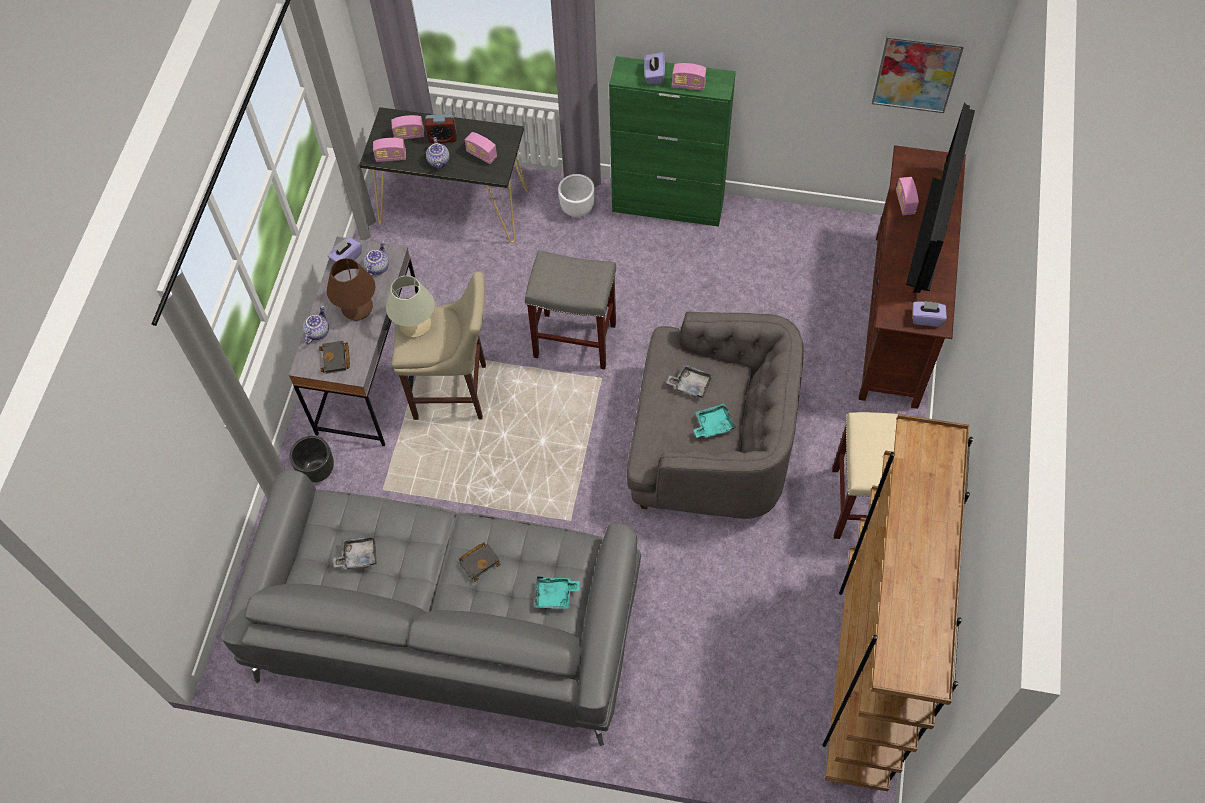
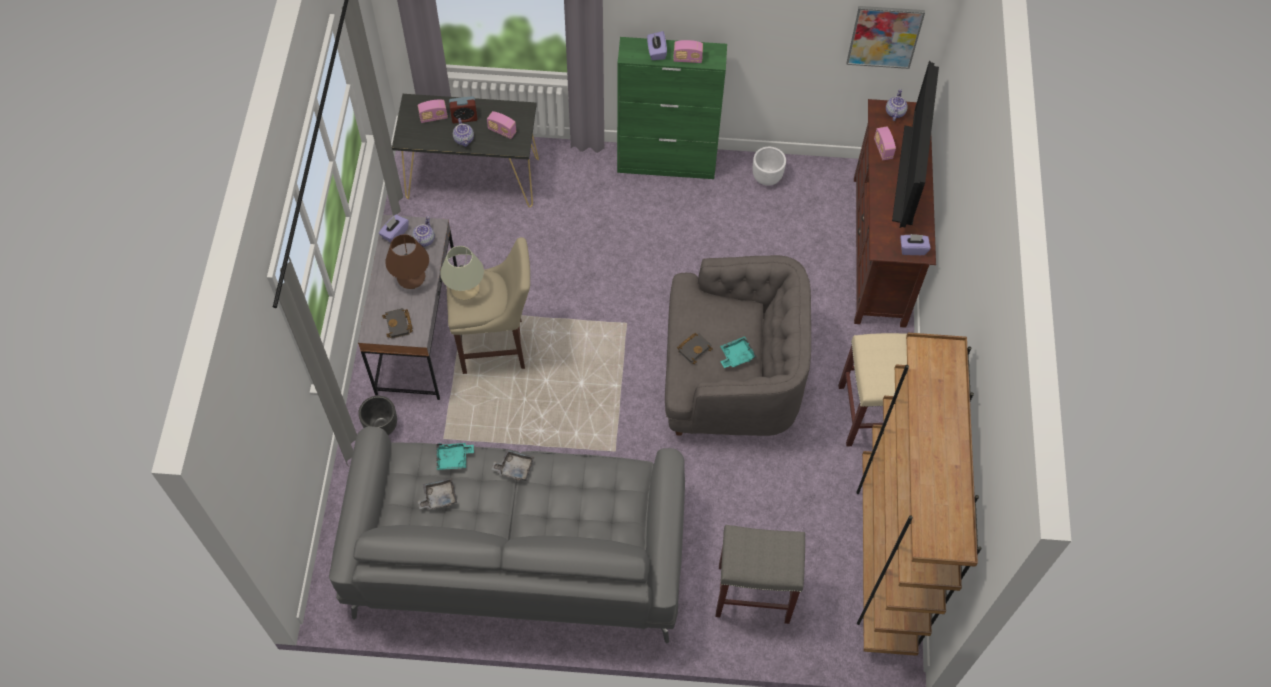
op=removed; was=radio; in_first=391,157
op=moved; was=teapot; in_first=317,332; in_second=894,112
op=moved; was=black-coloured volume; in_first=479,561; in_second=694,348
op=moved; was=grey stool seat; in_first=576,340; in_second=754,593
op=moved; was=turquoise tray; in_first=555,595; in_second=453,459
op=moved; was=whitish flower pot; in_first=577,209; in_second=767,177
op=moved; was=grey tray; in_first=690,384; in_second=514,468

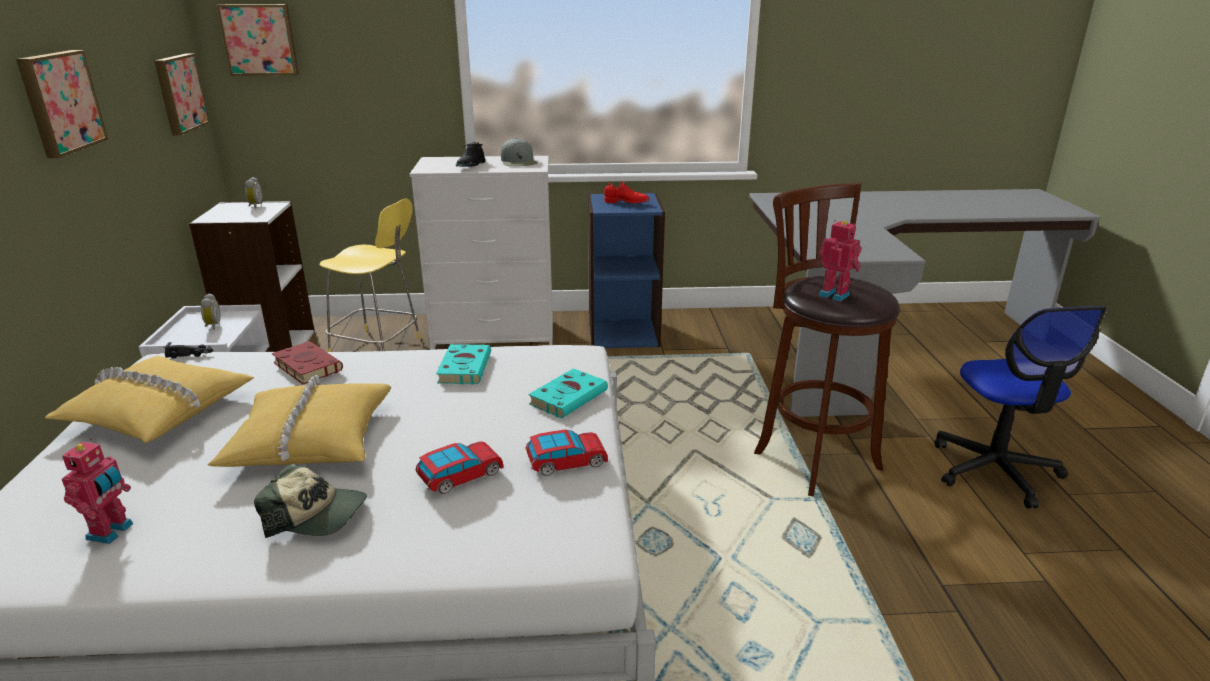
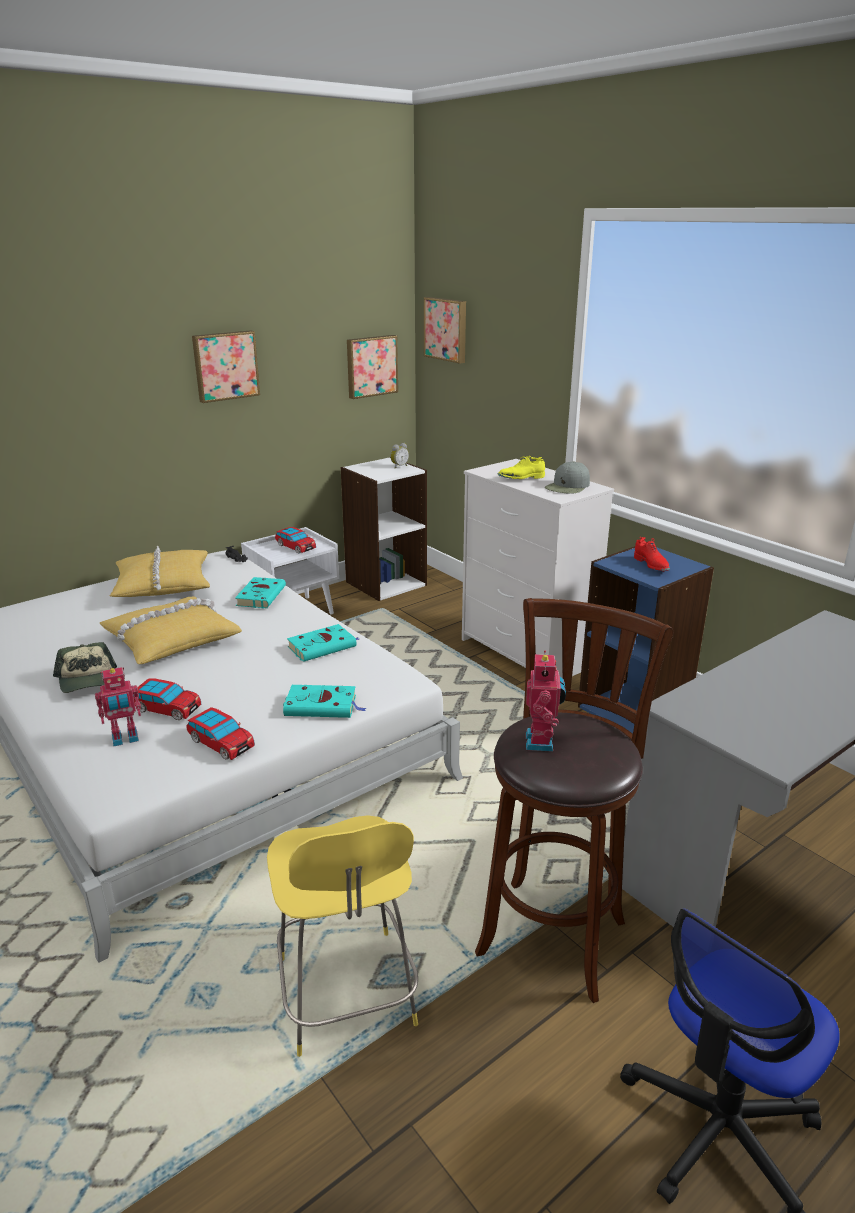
op=moved; was=model robot; in_first=112,532; in_second=125,739
op=moved; was=yellowish stool seat; in_first=378,348; in_second=347,996
op=replaced; was=bedside clock; now=model car; in_first=212,326; in_second=295,547
op=recoloured; was=red-coloured volume; now=turquoise volume; in_first=306,366; in_second=261,595
op=recoloured; was=black-coloured shoe; now=yellowish shoe; in_first=471,166; in_second=521,478

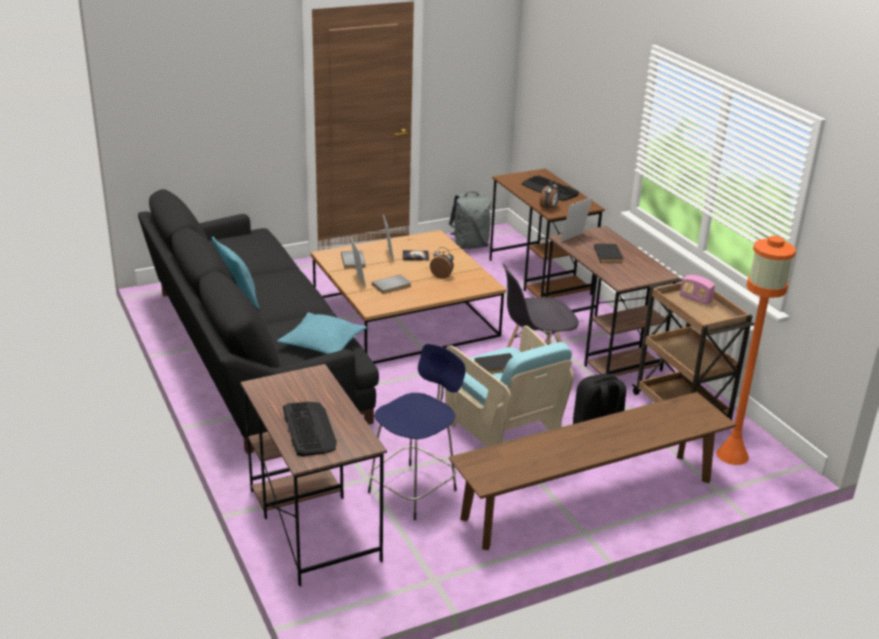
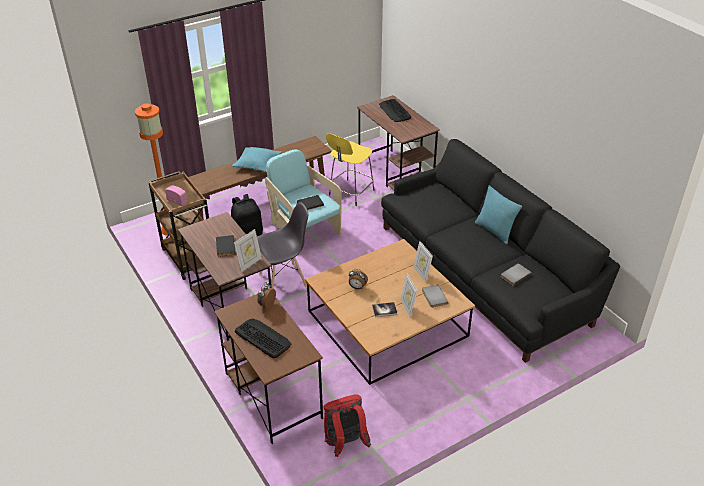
op=moved; was=turquoise pillow; in_first=322,343; in_second=257,164
op=moved; was=grey volume; in_first=392,286; in_second=514,275
op=recoloured; was=blue-coloured stool seat; now=yellowish stool seat; in_first=414,490; in_second=350,193
op=recoloured; was=grey knapsack; now=red-coloured knapsack; in_first=470,245; in_second=345,443

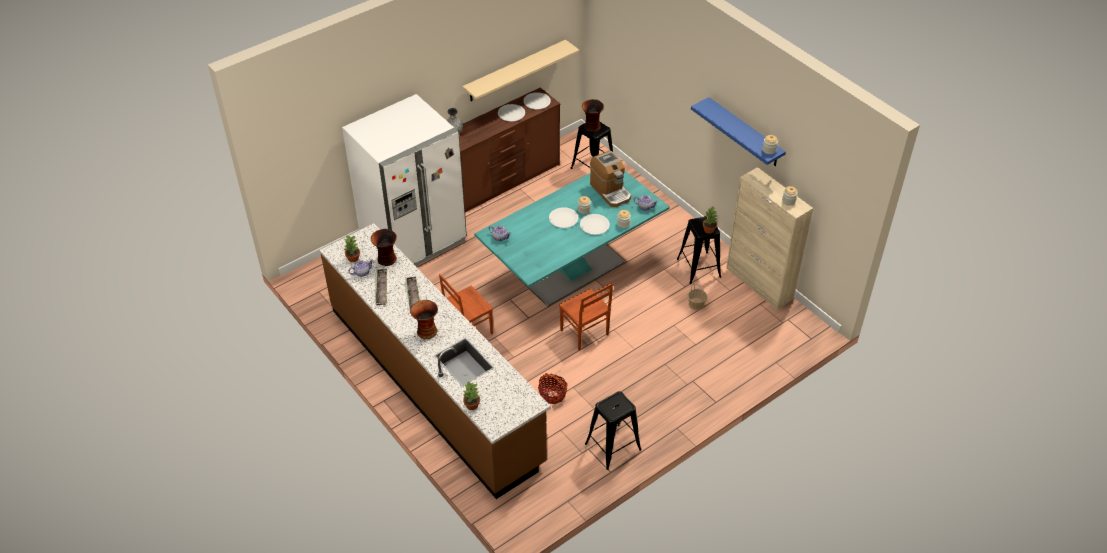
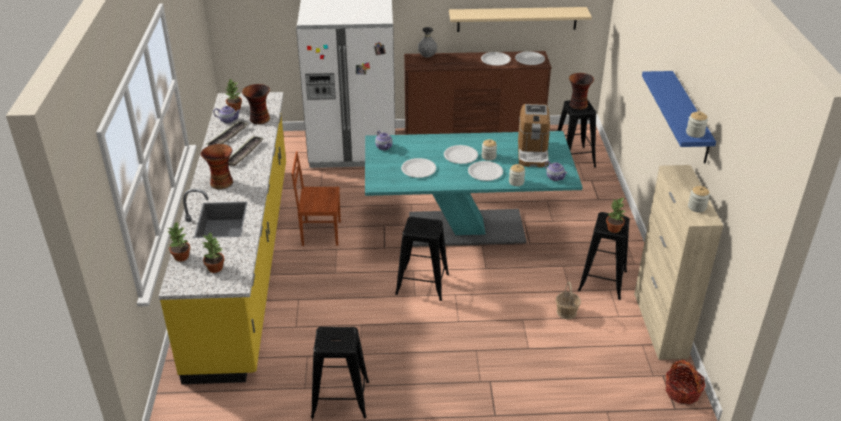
op=added; now=houseplant; in_second=215,268
op=added; now=whitish dinner plate; in_second=418,169
op=moved; was=storage basket; in_first=552,394; in_second=682,392
op=replaced; was=brownish chair; now=black-coloured stool seat; in_first=584,333; in_second=422,284
op=recoloured; was=brownish kitchen counter; now=yellowish kitchen counter; in_first=435,383; in_second=244,261

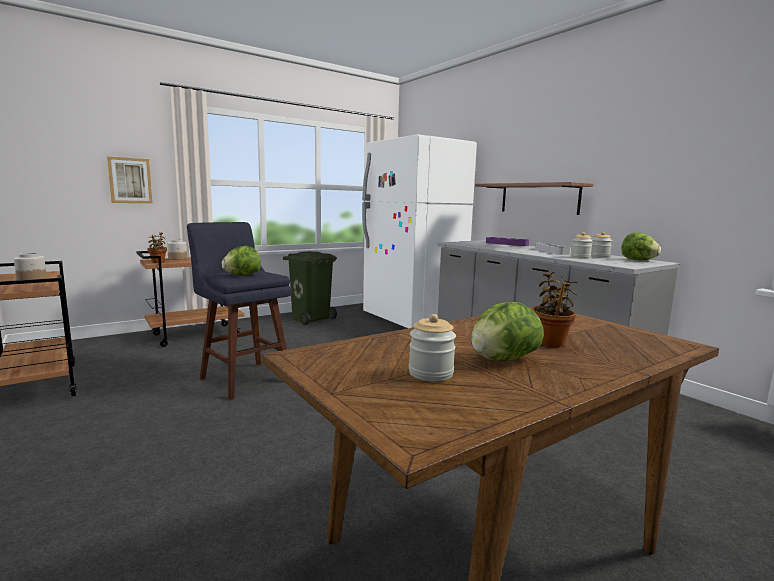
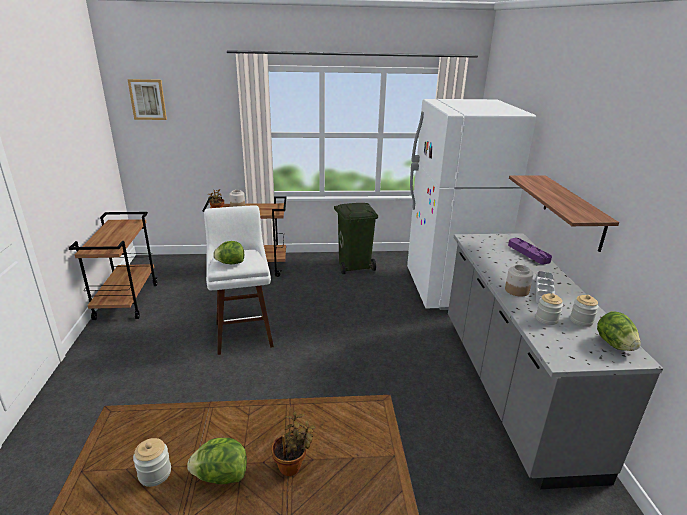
op=moved; was=jar; in_first=31,279; in_second=516,290
op=moved; was=picture; in_first=130,180; in_second=148,99
op=recoloured; was=blue-coloured stool seat; now=whitish stool seat; in_first=243,378; in_second=243,332

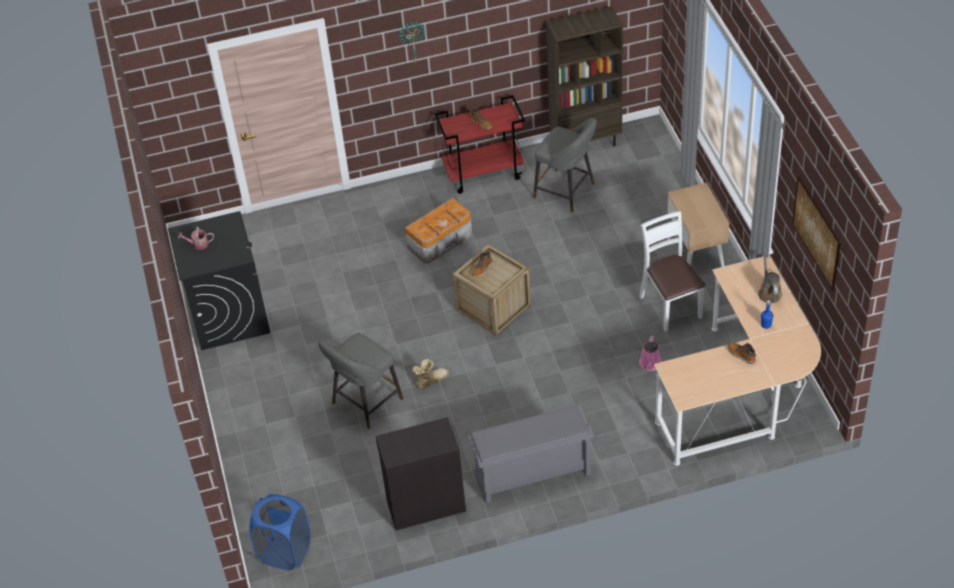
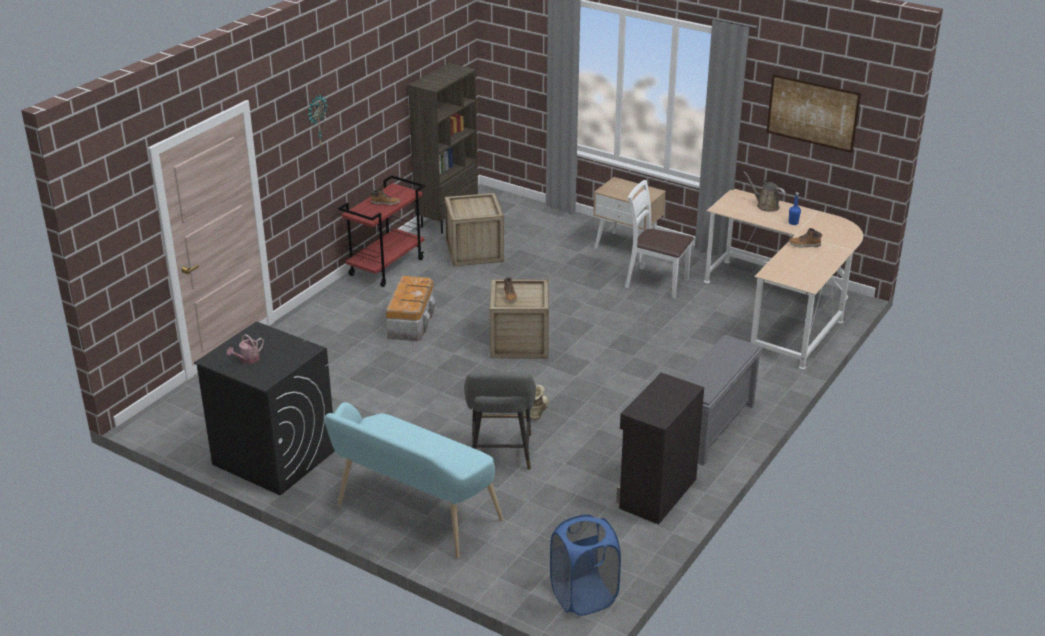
op=removed; was=pinkish watering pot; in_first=650,364
op=added; now=turquoise indoor bench; in_second=412,516
op=replaced; was=grey stool seat; now=packing crate; in_first=567,192; in_second=474,251

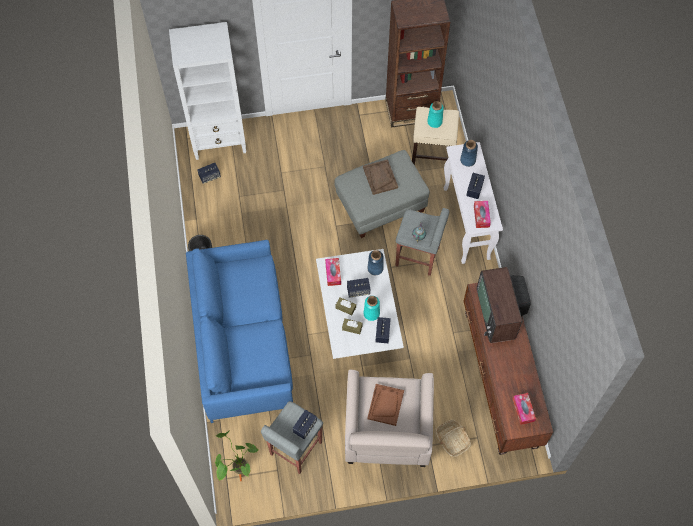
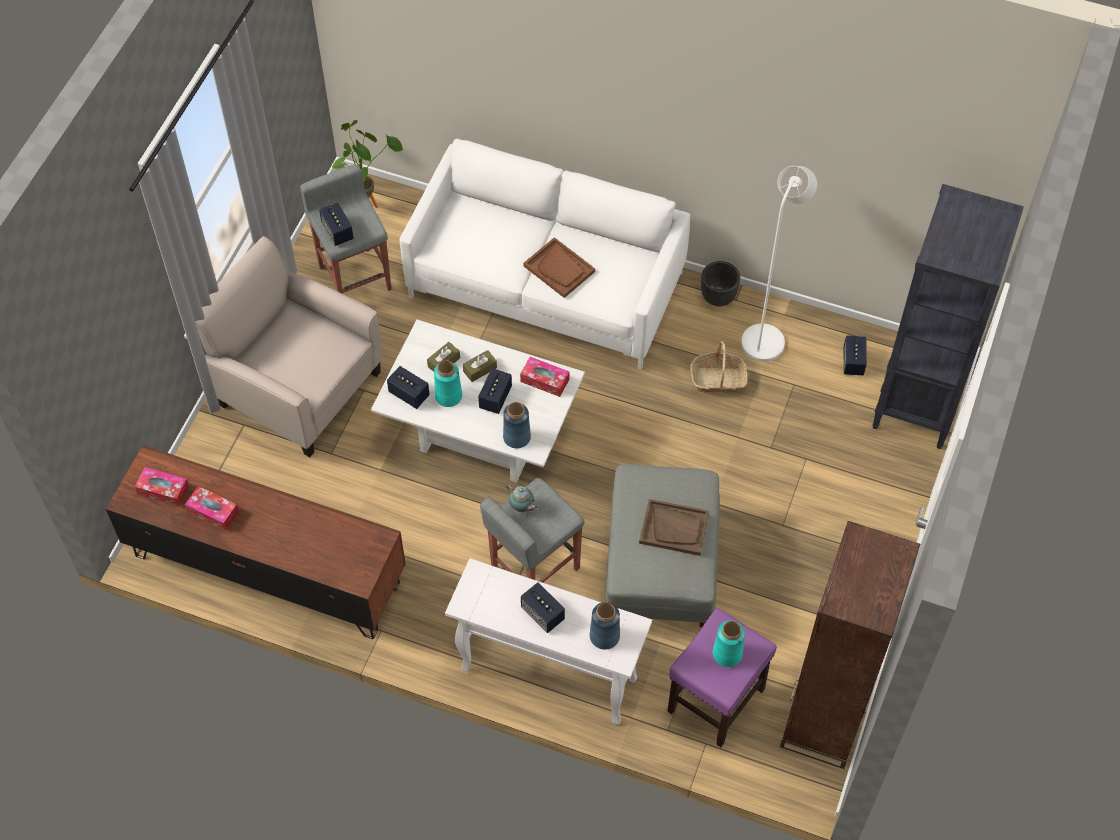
op=removed; was=television; in_first=499,312
op=added; now=whitish standard lamp; in_second=766,336
op=moved; was=brownish tray; in_first=385,405; in_second=559,269
op=moved; was=storage basket; in_first=452,440; in_second=718,379
op=moved; was=tissue holder; in_first=481,216; in_second=213,512
op=recoloured; was=whitish shelving unit; now=black-coloured shelving unit; in_first=219,140; in_second=917,403
op=recoloured; was=blue-coloured sofa; now=whitish sofa; in_first=243,342; in_second=546,286
op=recoloured; was=beige-coloured stool seat; now=purple stool seat; in_first=433,153; in_second=715,701

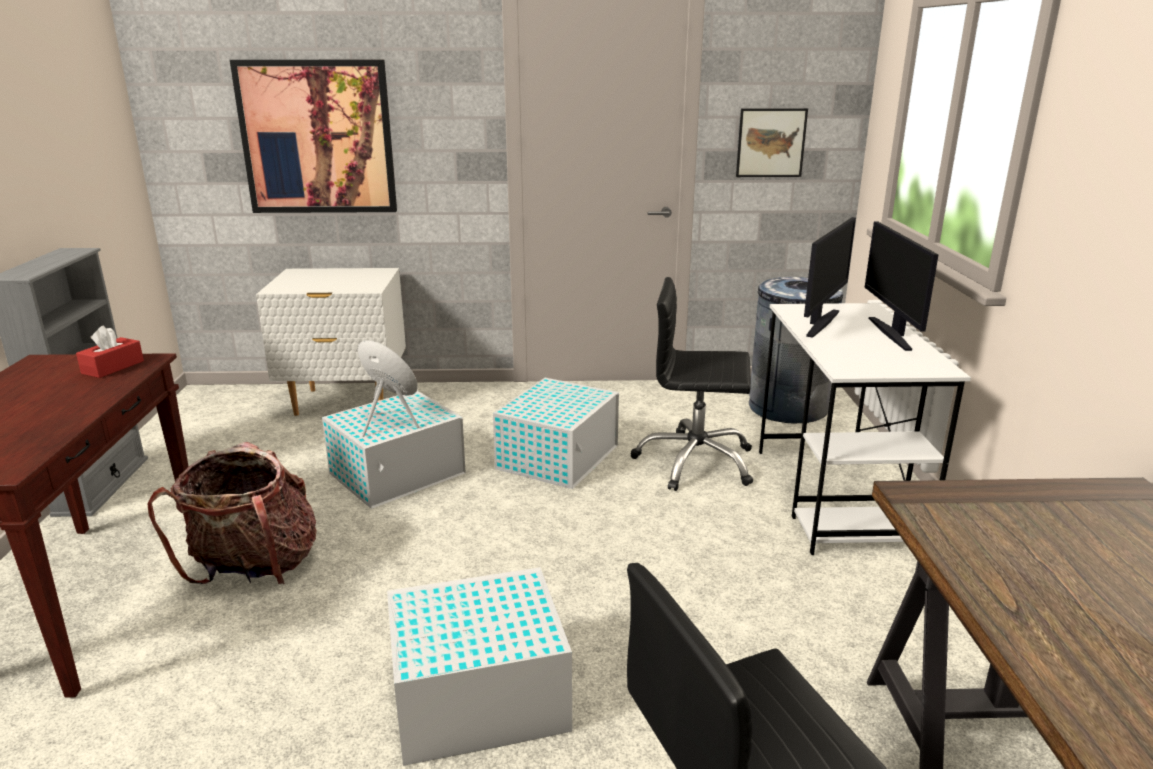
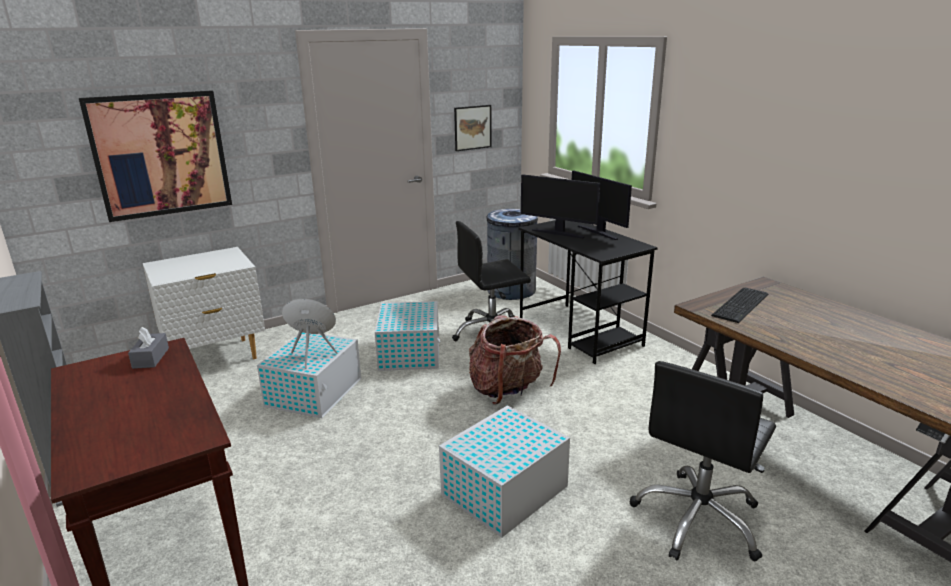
op=added; now=computer keyboard; in_second=742,305
op=moved; was=knapsack; in_first=254,569; in_second=508,391
op=recoloured; was=red-coloured tissue holder; now=grey tissue holder; in_first=113,367; in_second=151,358
op=recoloured; was=whitish desk unit; now=black-coloured desk unit; in_first=836,497; in_second=580,332
op=turned; was=computer screen; in_first=820,323; in_second=558,233; clockwise=120

